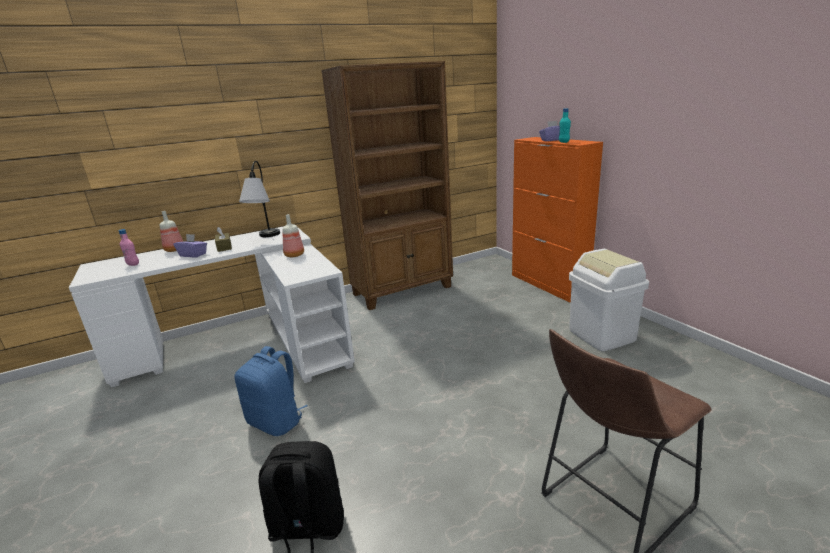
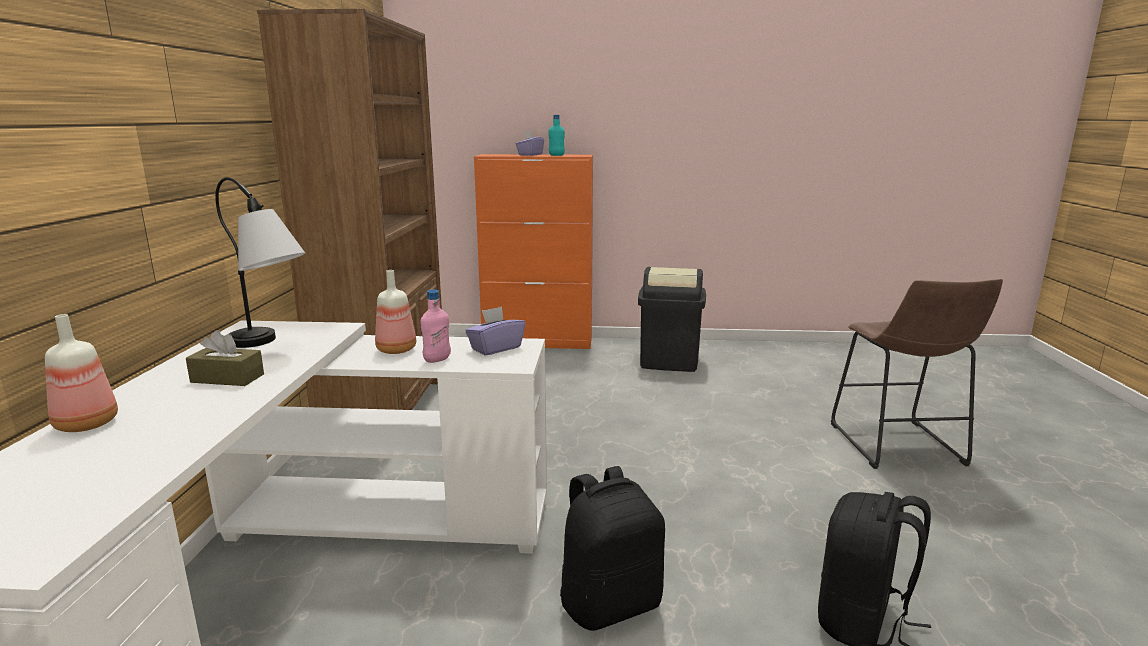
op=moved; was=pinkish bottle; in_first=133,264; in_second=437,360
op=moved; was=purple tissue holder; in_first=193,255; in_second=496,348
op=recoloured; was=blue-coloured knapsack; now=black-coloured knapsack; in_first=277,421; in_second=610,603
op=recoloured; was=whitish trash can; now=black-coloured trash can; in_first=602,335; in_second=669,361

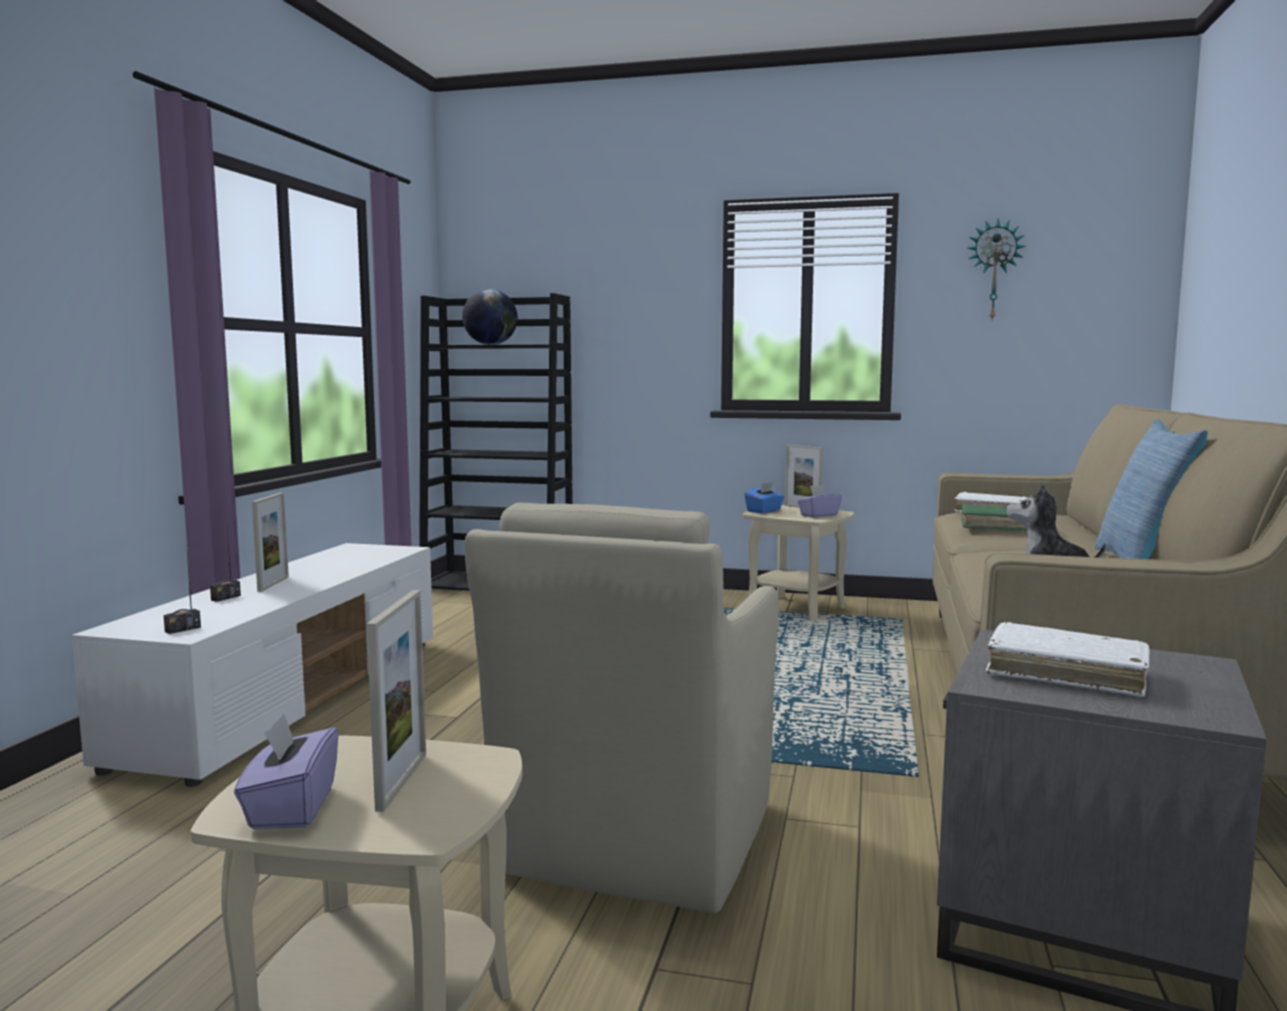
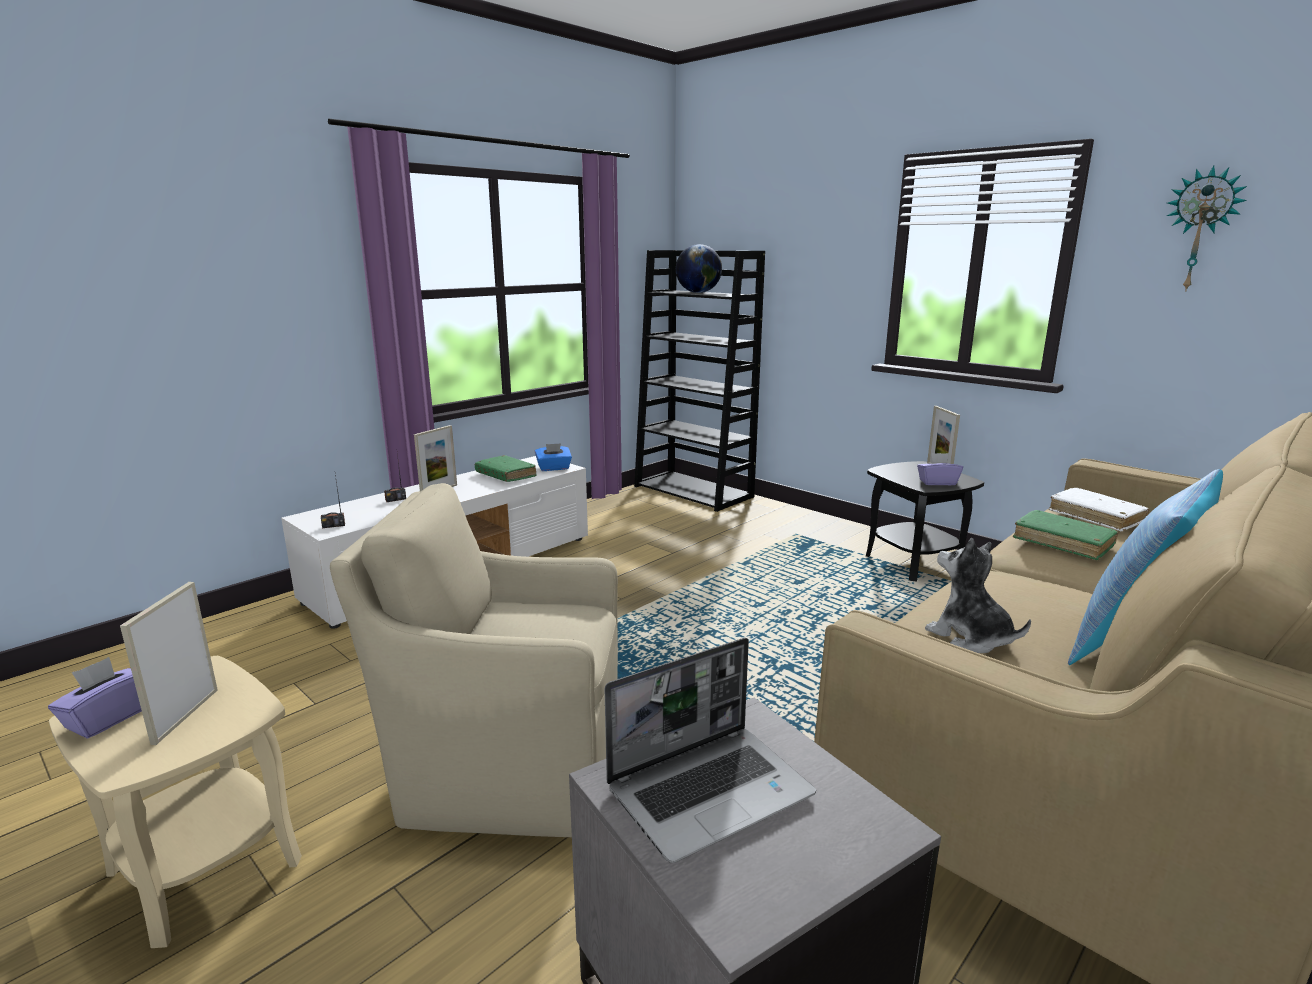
op=added; now=green-coloured volume; in_second=505,475
op=moved; was=blue-coloured tissue holder; in_first=764,511; in_second=554,468
op=replaced; was=whitish volume; now=portable computer; in_first=1066,674; in_second=711,790
op=recoloured; was=beige-coloured accent table; now=black-coloured accent table; in_first=796,609; in_second=914,563
op=turned; was=photo frame; in_first=402,781; in_second=185,716; clockwise=150
op=turned; was=beige-coloured easy chair; in_first=635,842; in_second=508,768; clockwise=45

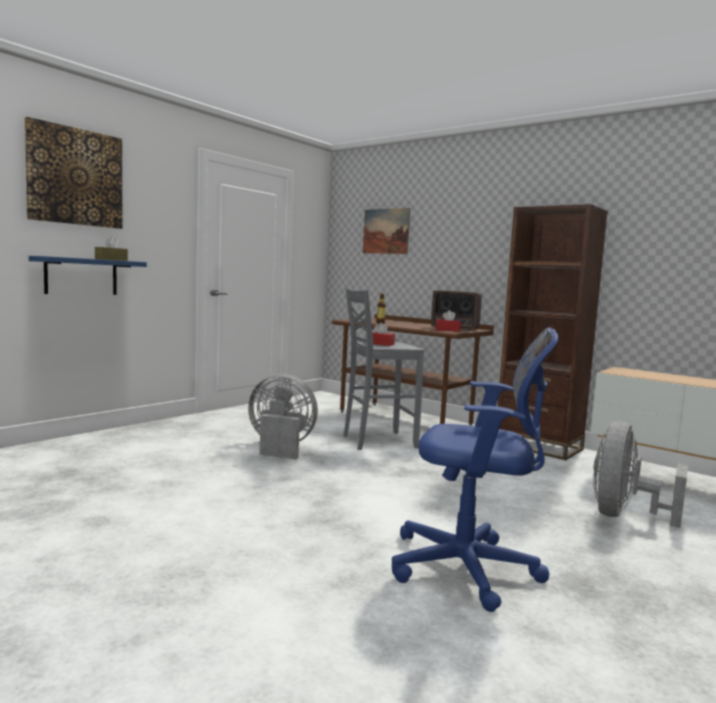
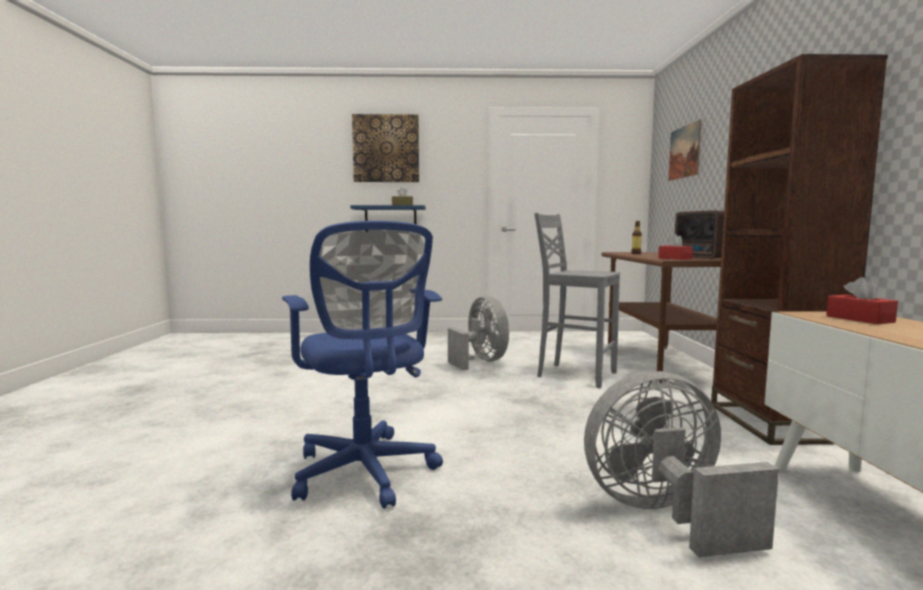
op=moved; was=red-coloured tissue holder; in_first=380,344; in_second=859,319

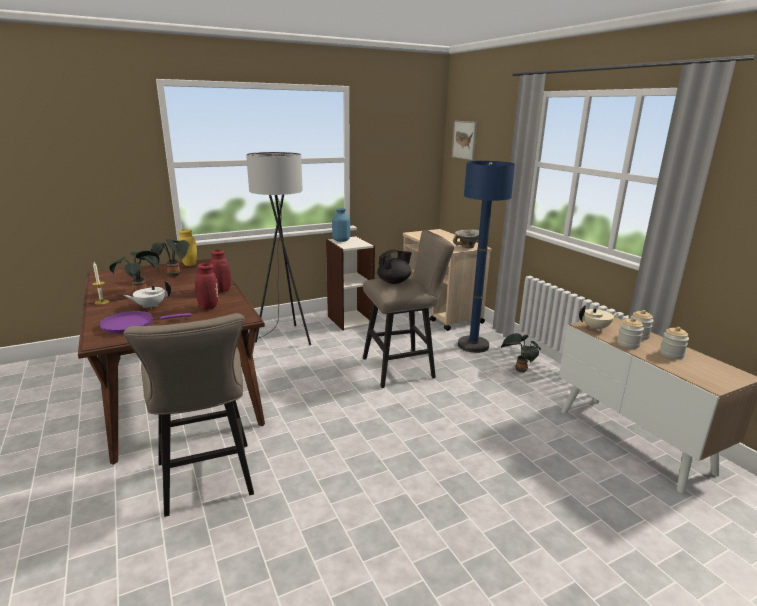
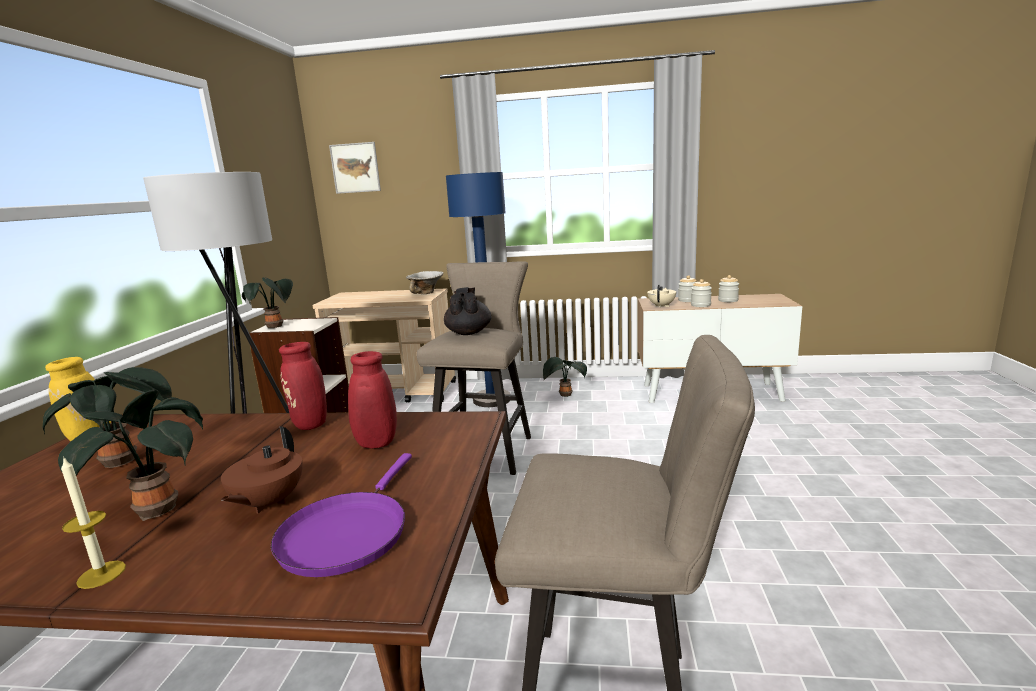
op=replaced; was=blue-coloured flower vase; now=houseplant; in_first=341,240; in_second=276,327
op=recoloured; was=whitish teapot; now=brownish teapot; in_first=150,306; in_second=268,503

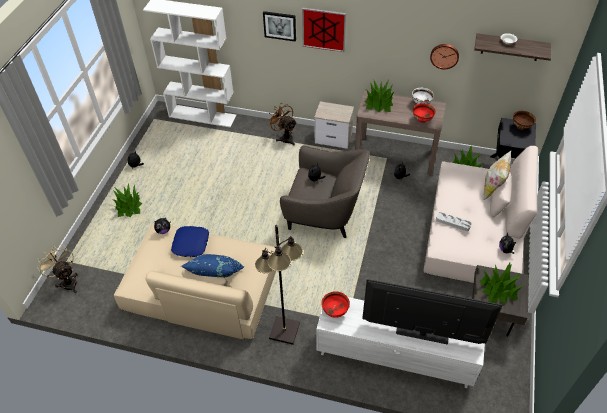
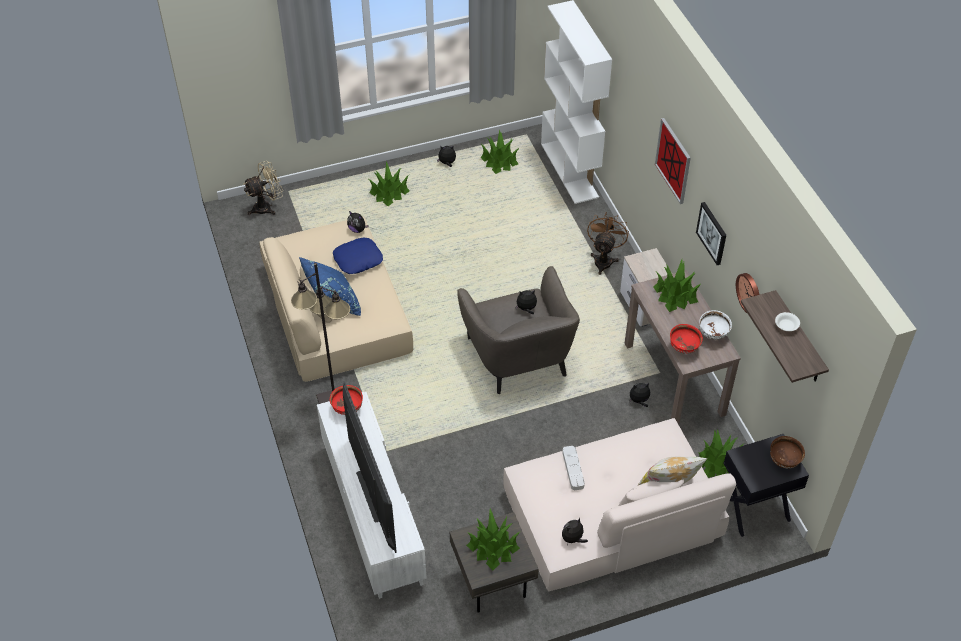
op=added; now=houseplant; in_second=499,161
op=moved; was=picture; in_first=280,25; in_second=712,233
op=turned; was=beige-coloured electric fan; in_first=67,281; in_second=267,207; clockwise=45

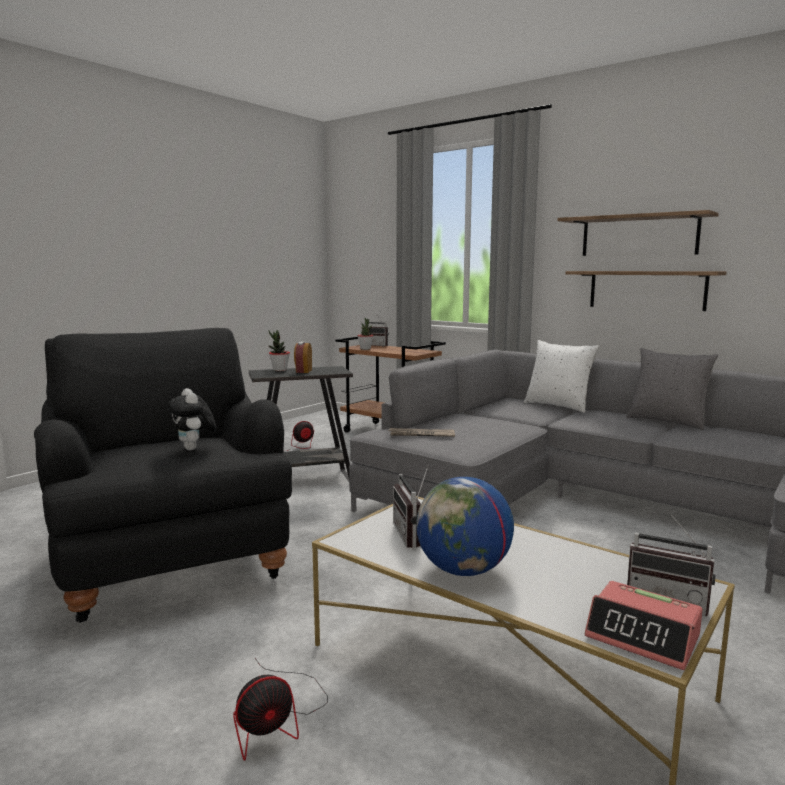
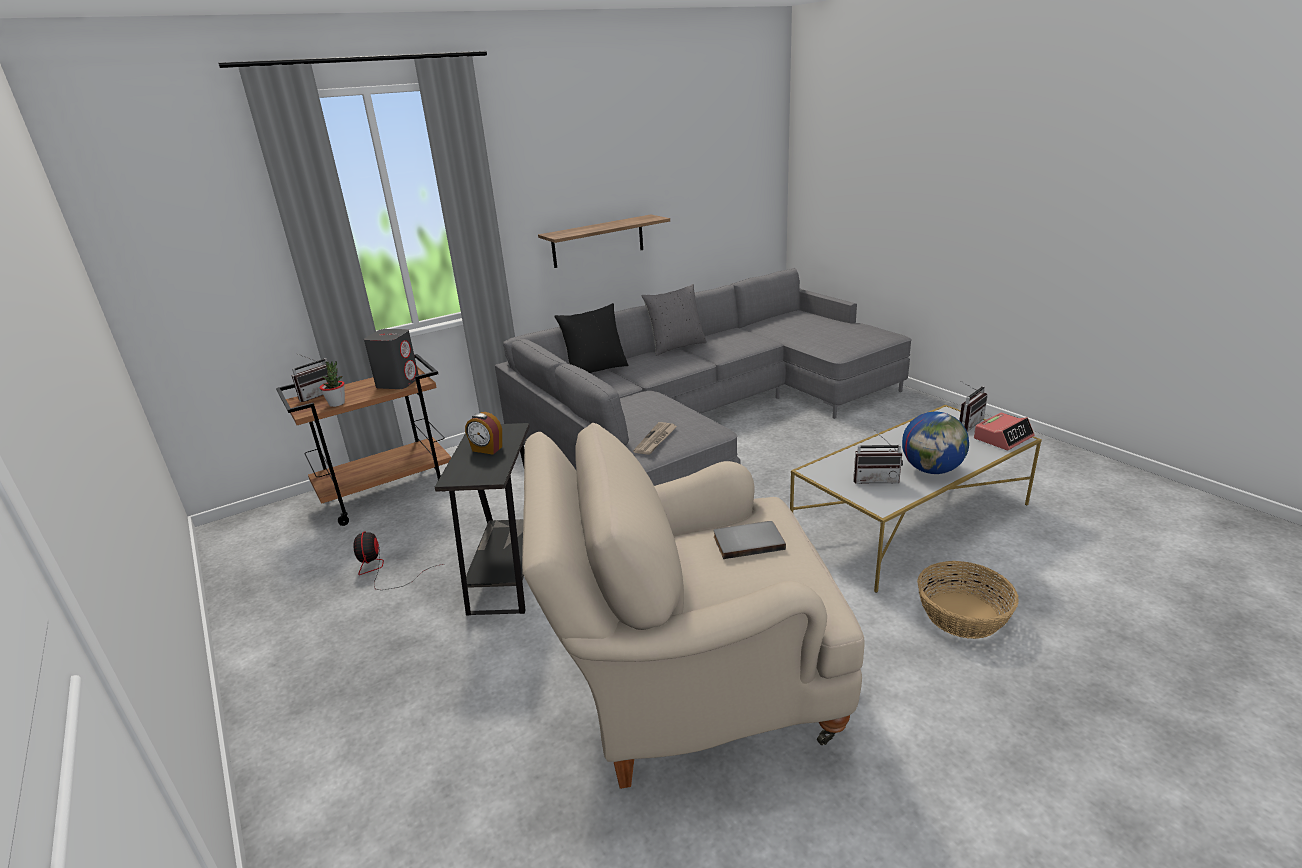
op=removed; was=houseplant; in_first=279,370
op=removed; was=bracket shelf; in_first=639,236
op=added; now=grey audio speaker; in_second=398,383
op=replaced; was=soft toy; now=grey volume; in_first=194,449; in_second=747,541
op=replaced; was=electric fan; now=storage basket; in_first=277,719; in_second=963,615
op=recoloured; was=black-coloured easy chair; now=beige-coloured easy chair; in_first=170,557; in_second=689,684
op=recoloured; was=whitish pillow; now=black-coloured pillow; in_first=558,406; in_second=595,370

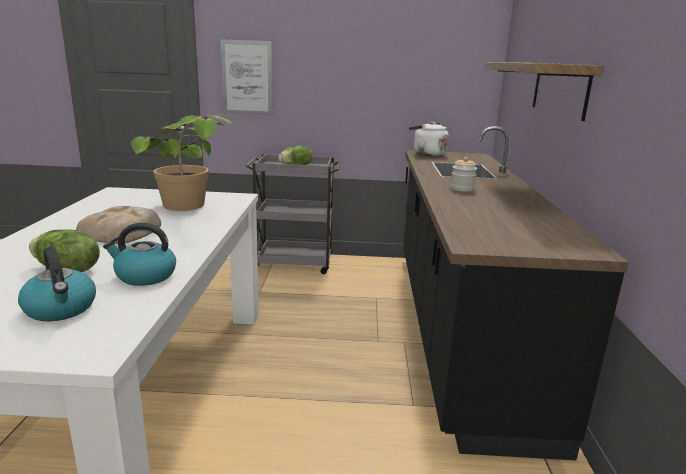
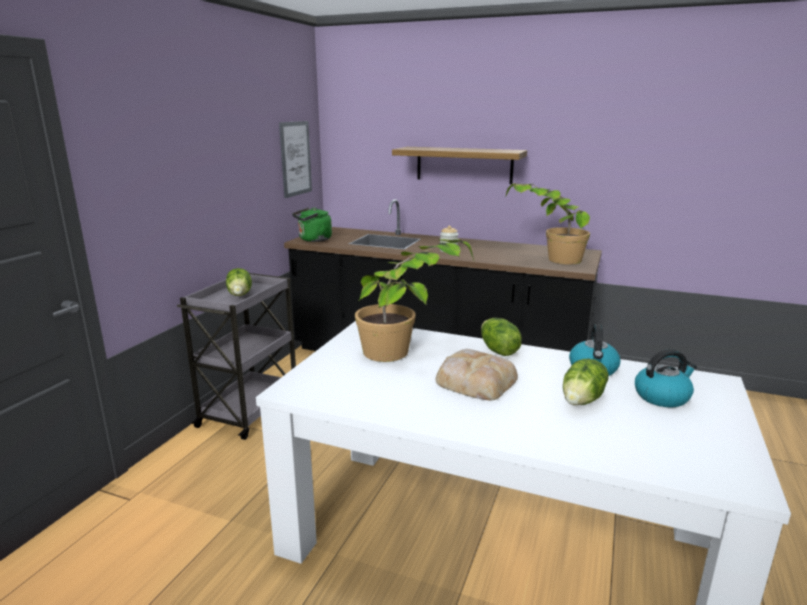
op=added; now=lettuce; in_second=498,350
op=added; now=houseplant; in_second=547,260
op=moved; was=picture; in_first=247,78; in_second=295,158
op=recoloured; was=whitish kettle; now=green-coloured kettle; in_first=427,154; in_second=313,240

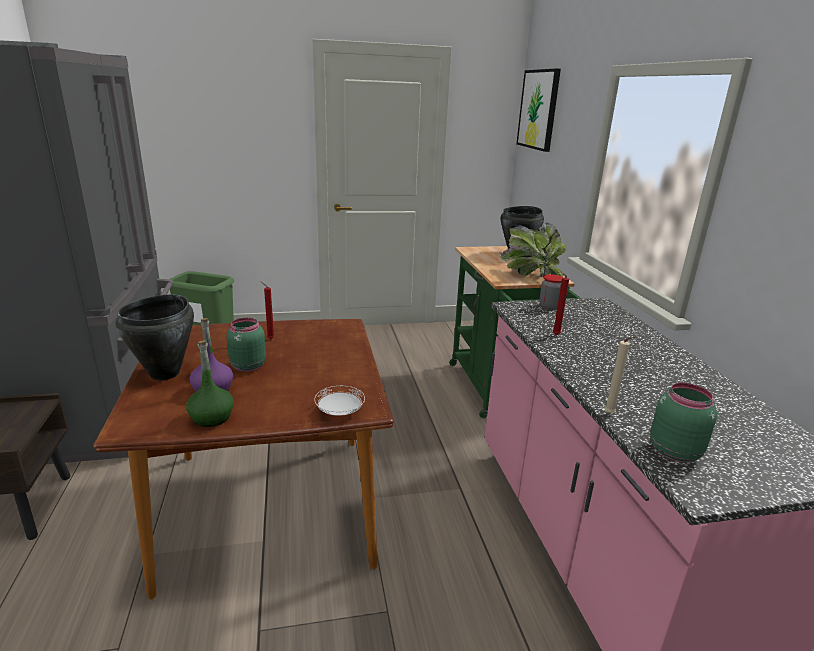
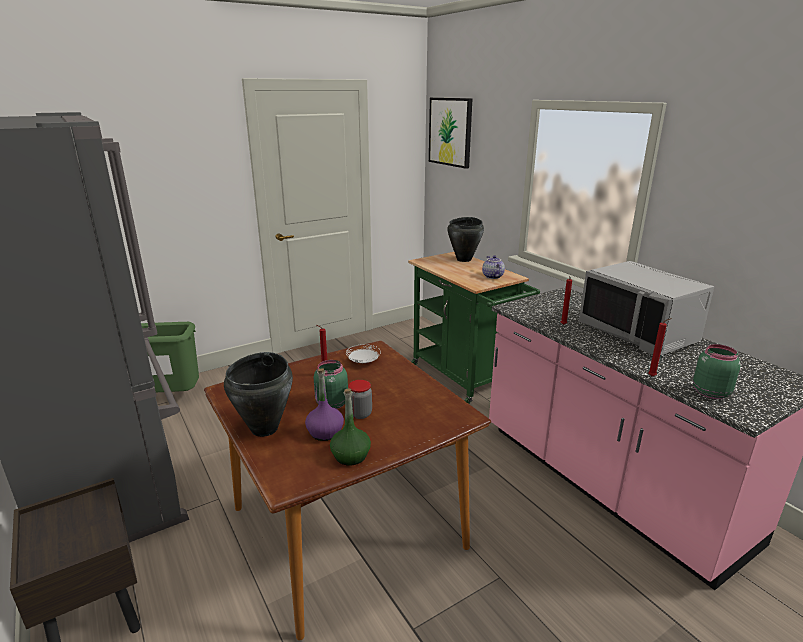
op=added; now=grey kitchen microwave; in_second=638,333
op=moved; was=whitish dinner plate; in_first=340,412; in_second=363,362
op=moved; was=jar; in_first=549,306; in_second=360,414
op=replaced; was=houseplant; now=teapot; in_first=531,275; in_second=492,276
op=recoloured; was=beige-coloured wax light; now=red-coloured wax light; in_first=611,414; in_second=653,376

